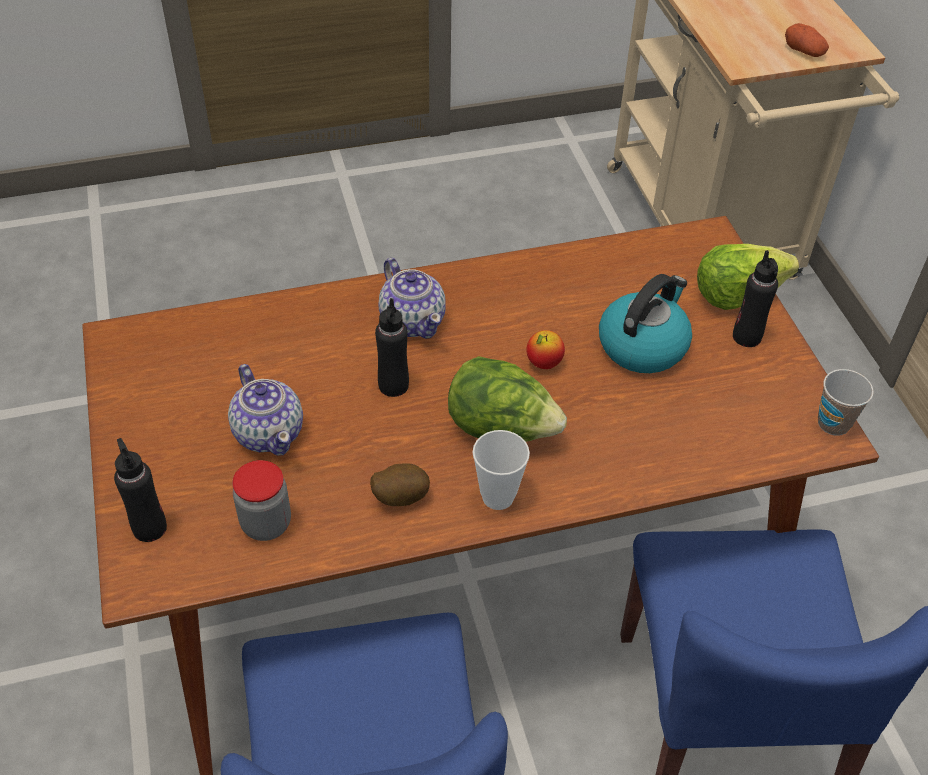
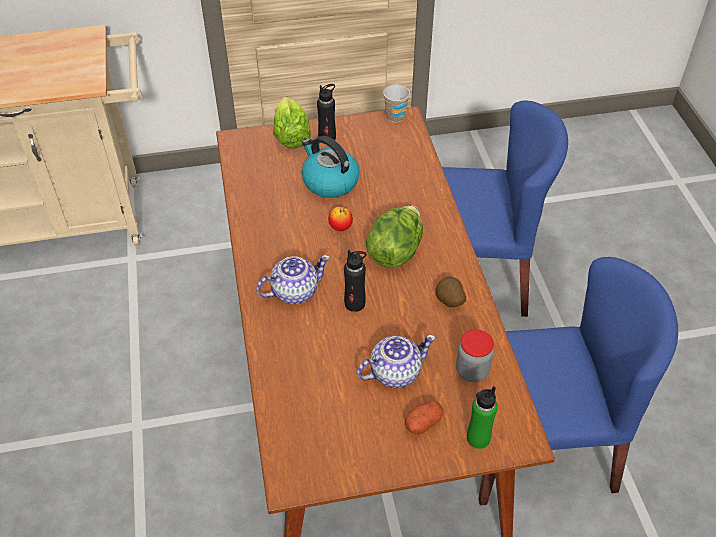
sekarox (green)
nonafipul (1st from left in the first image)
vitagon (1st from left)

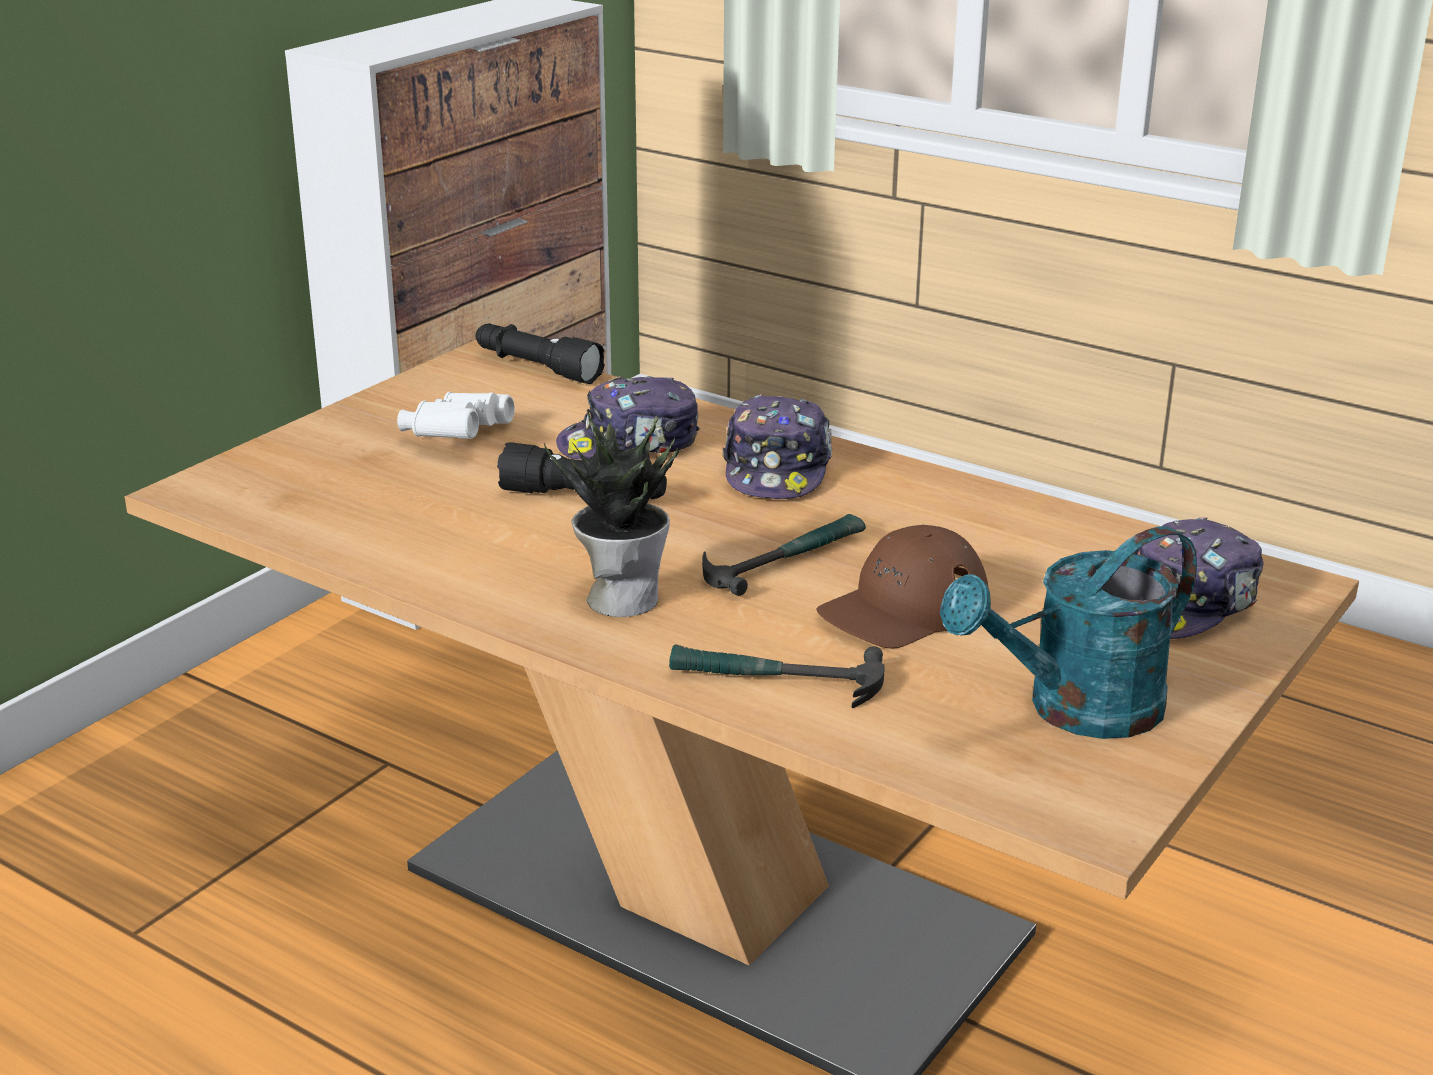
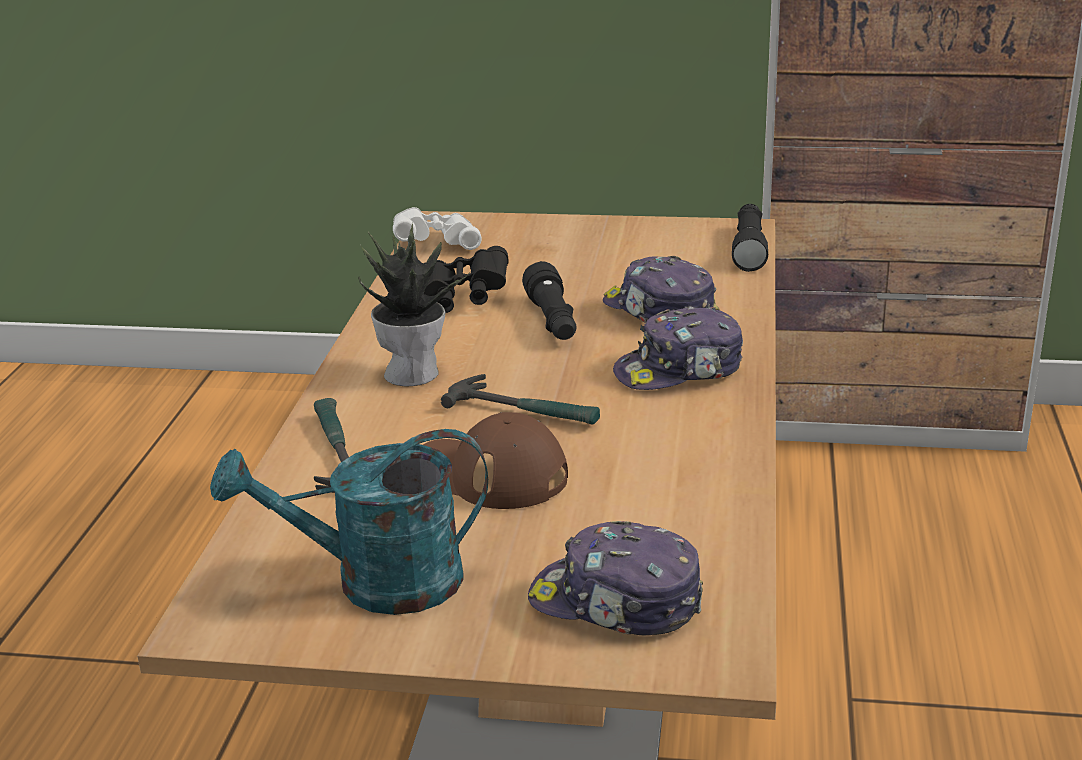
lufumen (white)
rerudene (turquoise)
lufumen (black)

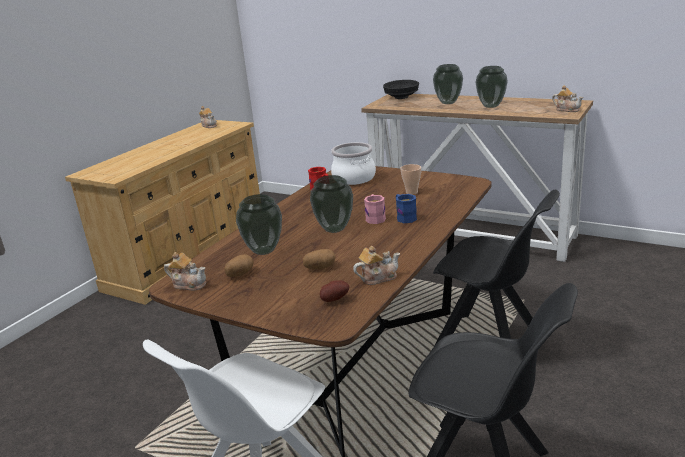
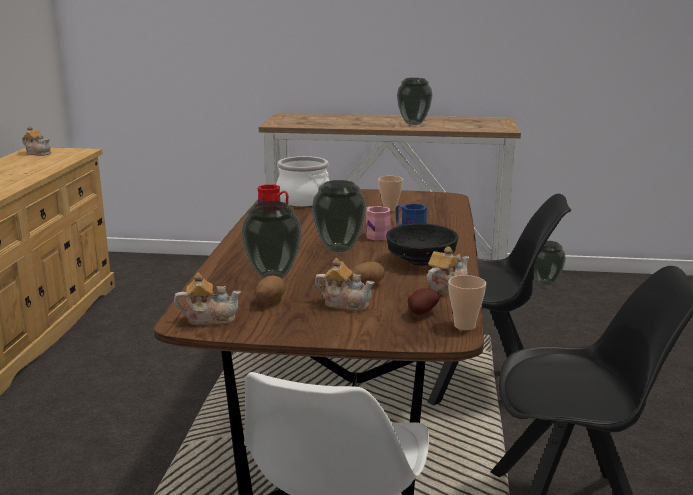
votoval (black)
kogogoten (4th from left)
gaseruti (3rd from left)
nonafipul (2nd from left)

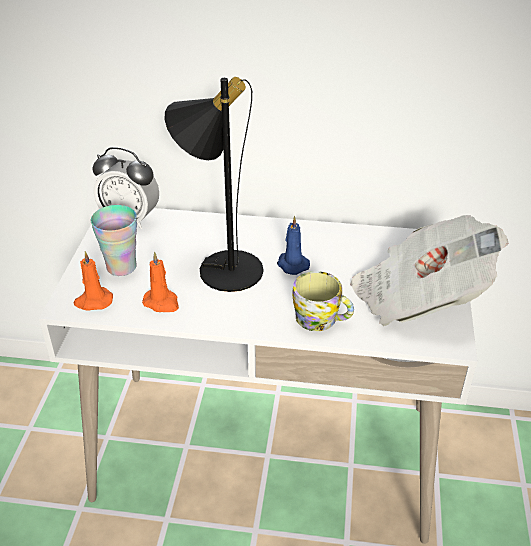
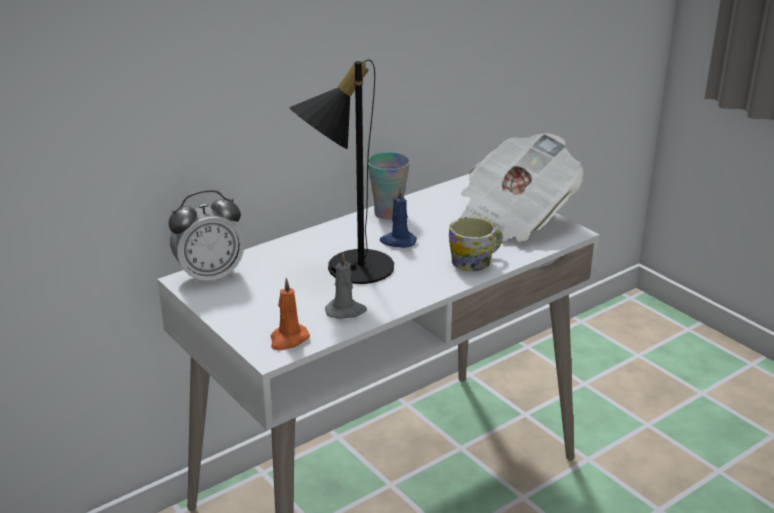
nonafipul
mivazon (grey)

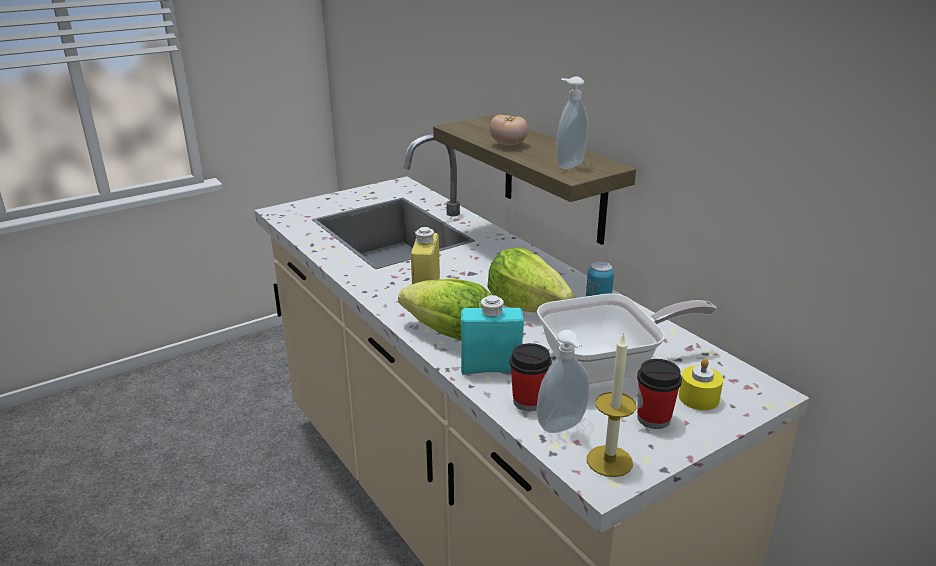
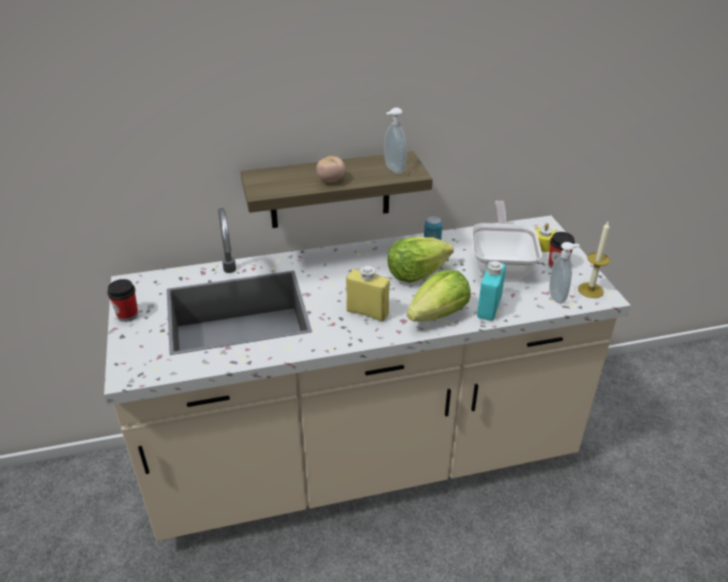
nonafipul (1st from left)

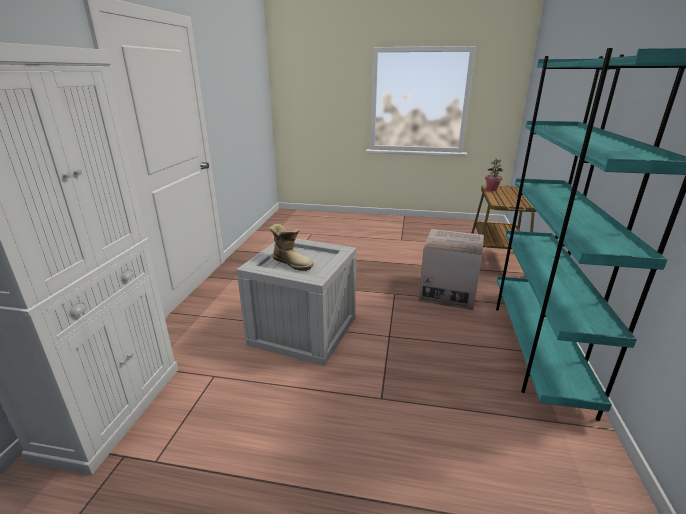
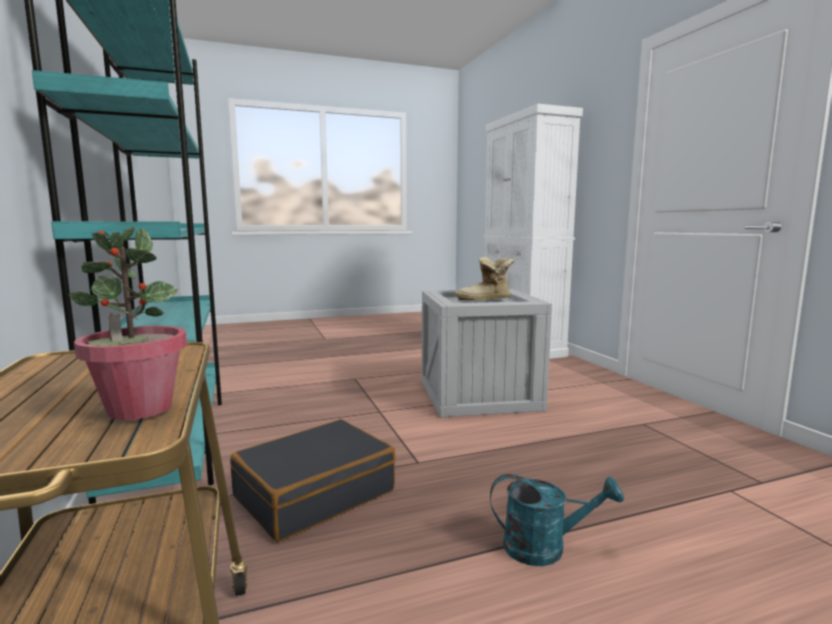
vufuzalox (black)
rerudene (turquoise)

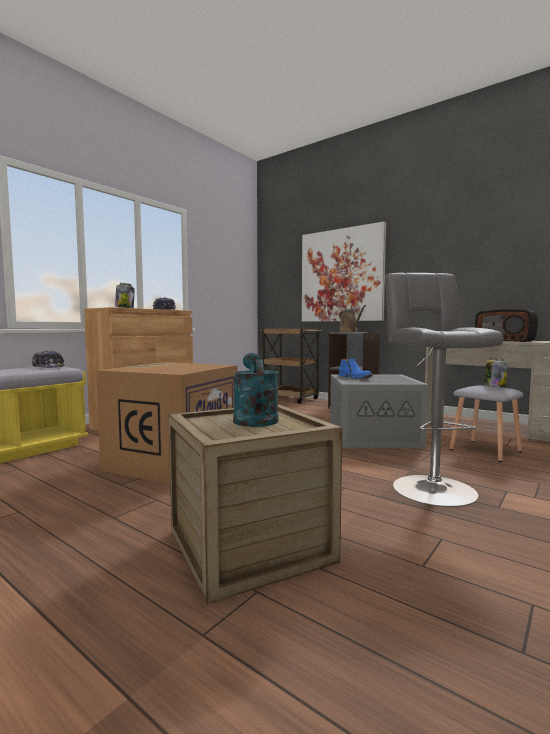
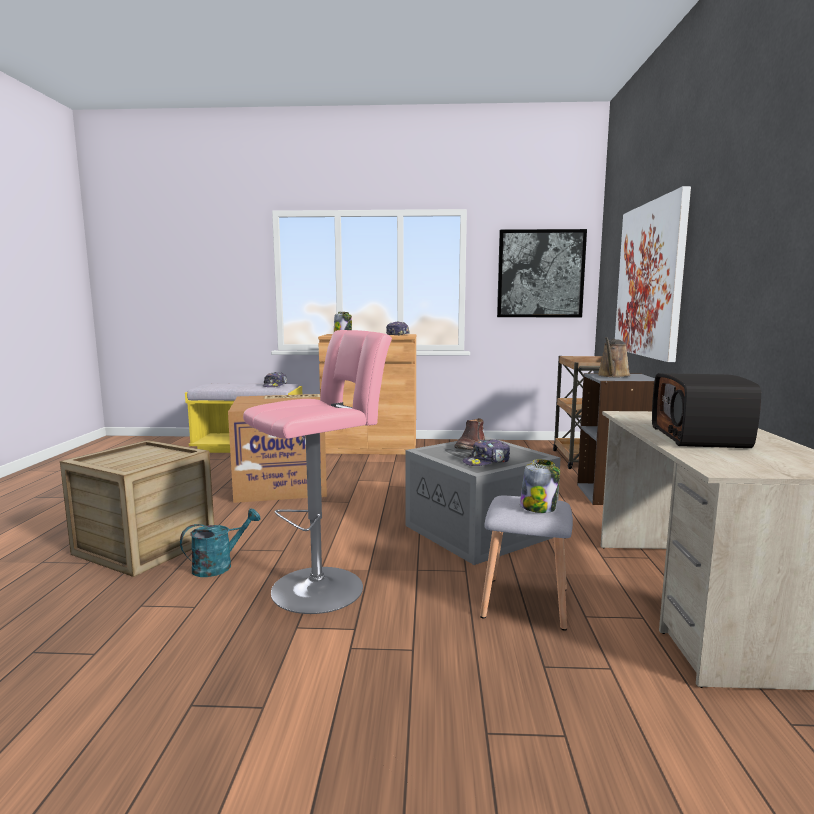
rerudene (turquoise)
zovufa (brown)
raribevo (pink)
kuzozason (3rd from left)
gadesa (1st from left)

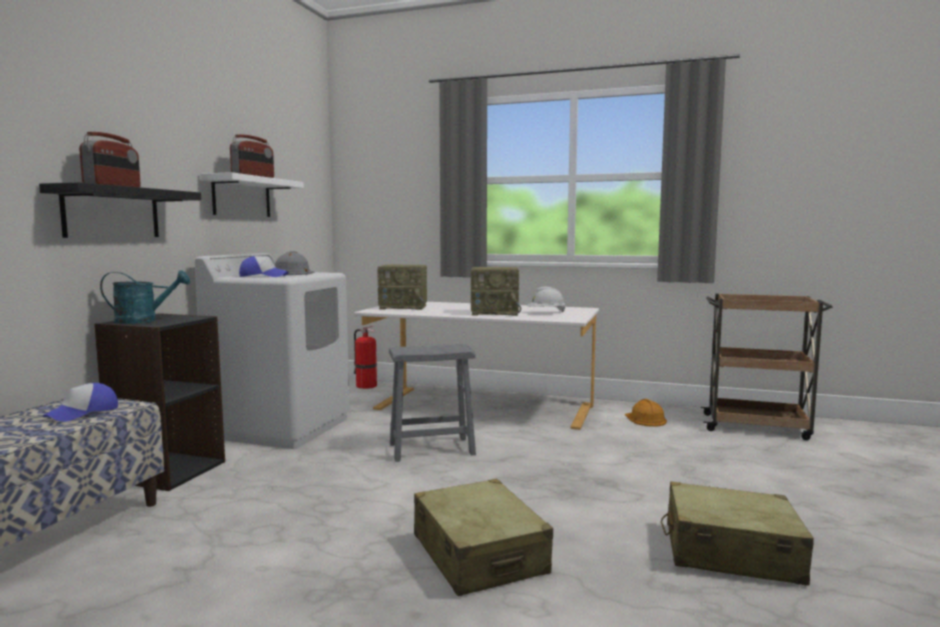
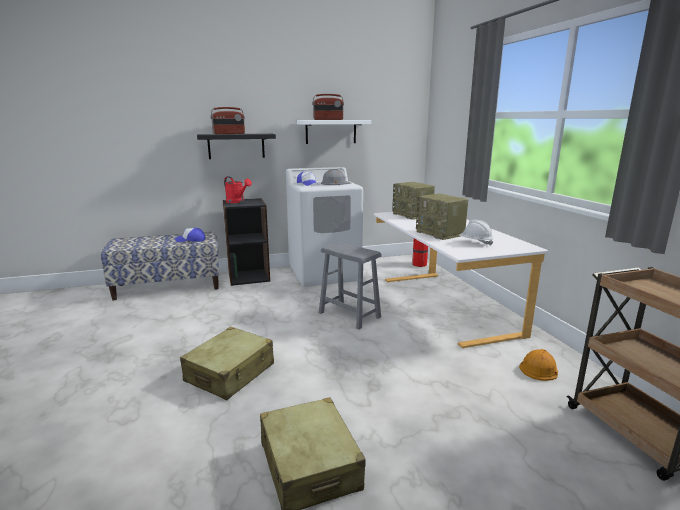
rerudene (red)

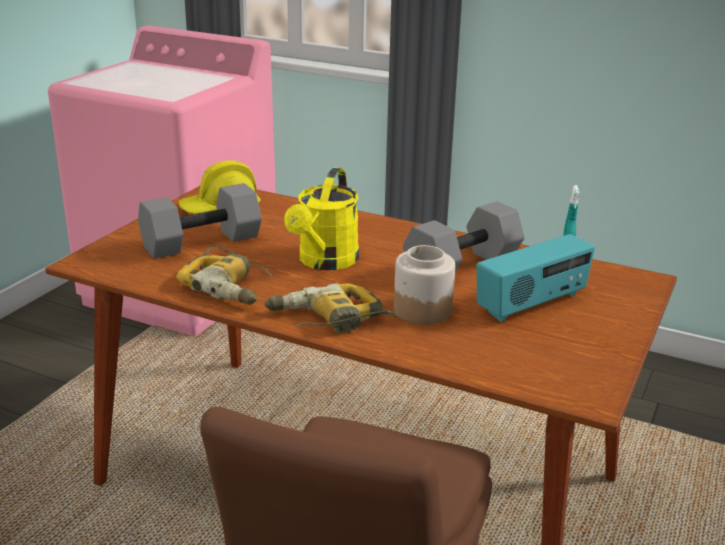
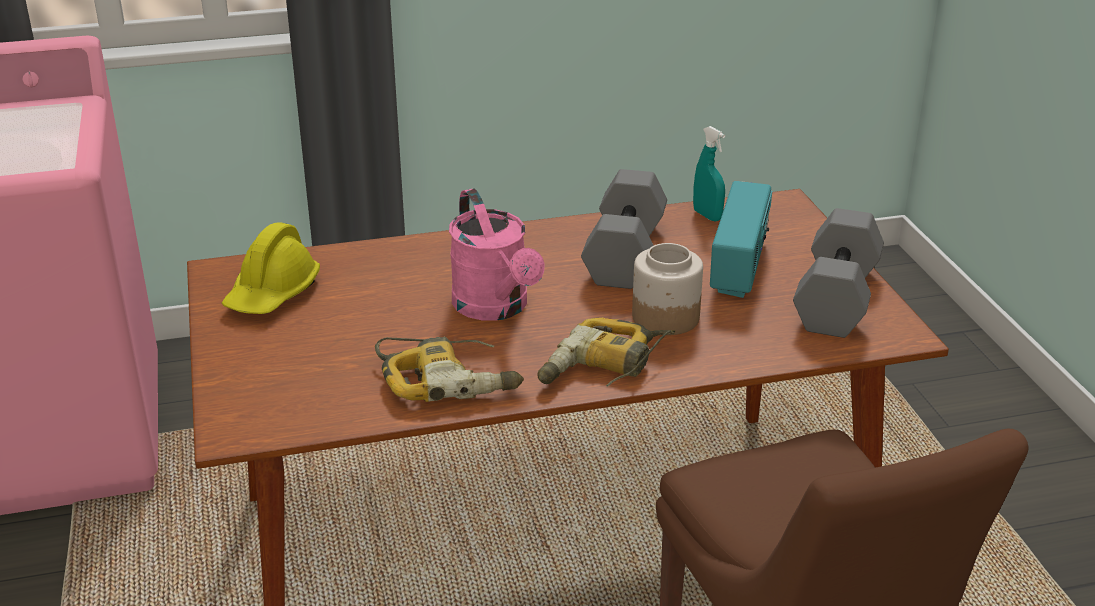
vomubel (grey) (2nd from left)
rerudene (pink)

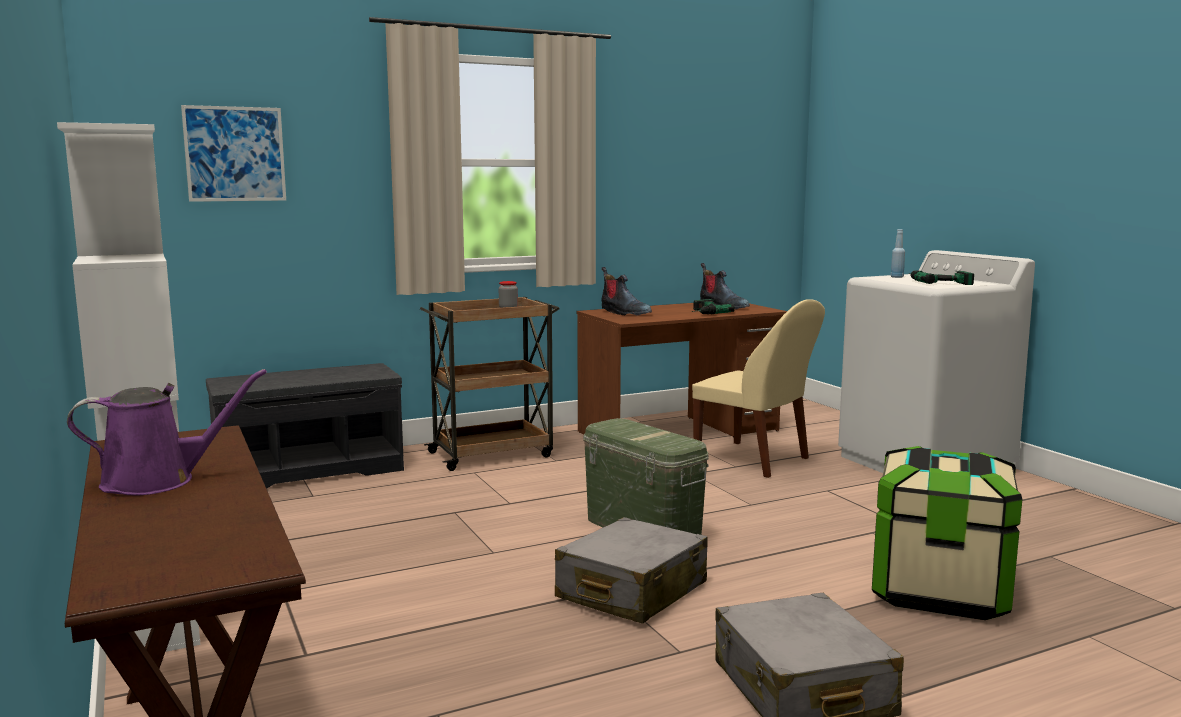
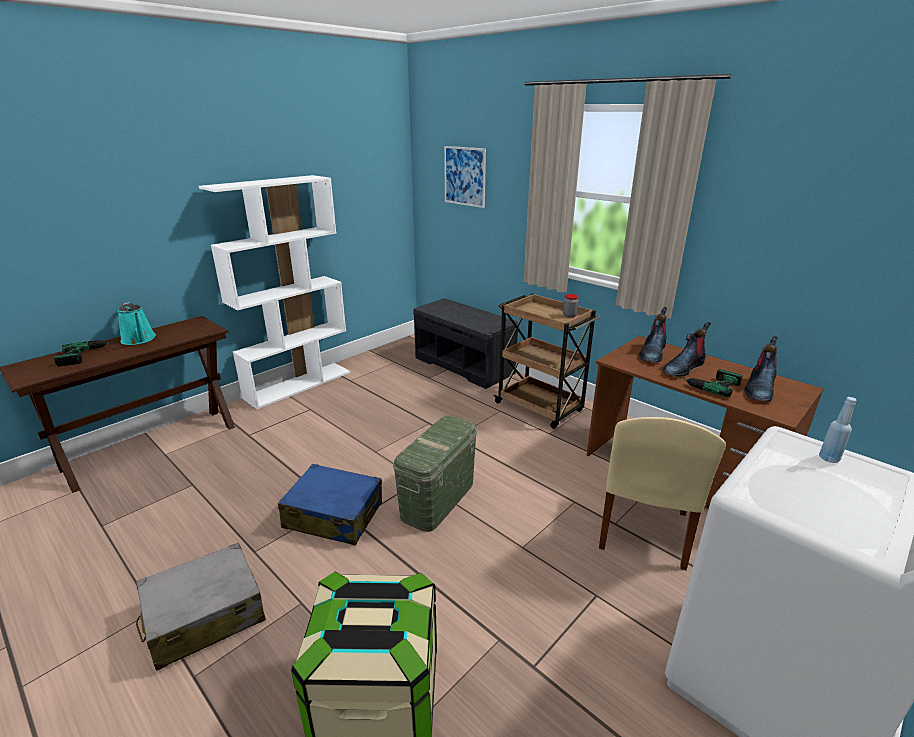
rerudene (turquoise)
vufuzalox (blue)
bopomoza (1st from left)
zovufa (2nd from left)

